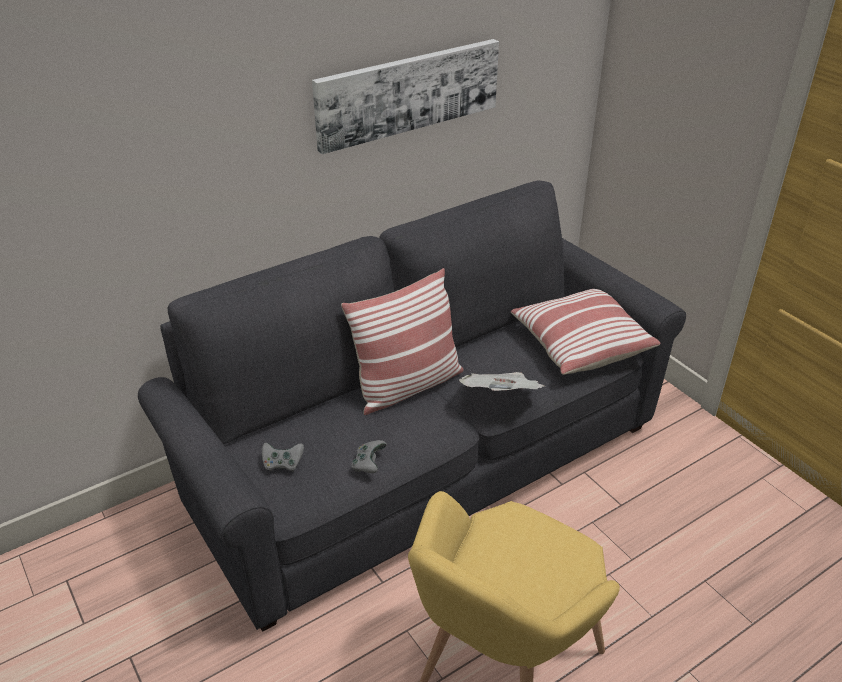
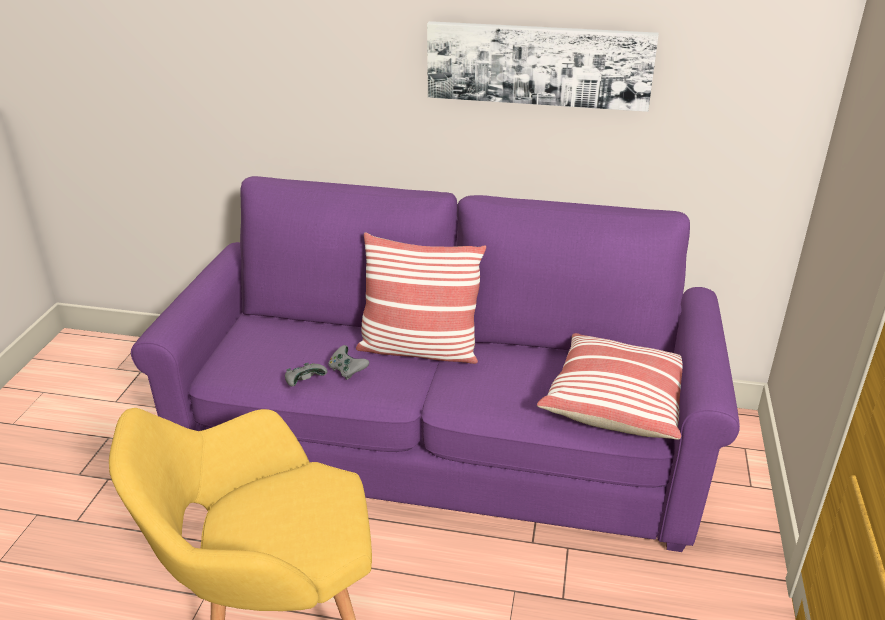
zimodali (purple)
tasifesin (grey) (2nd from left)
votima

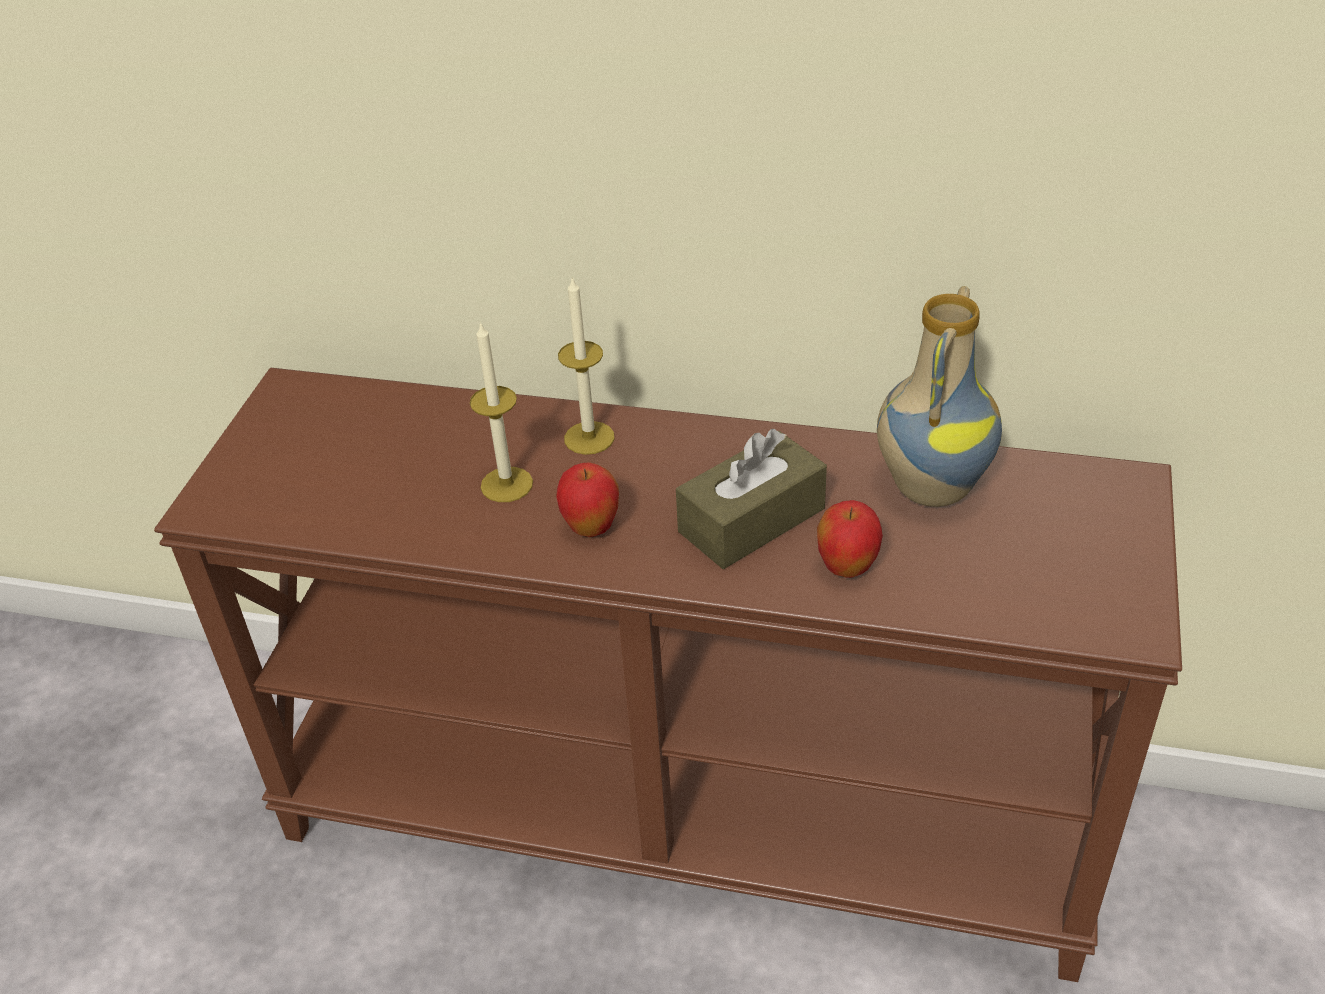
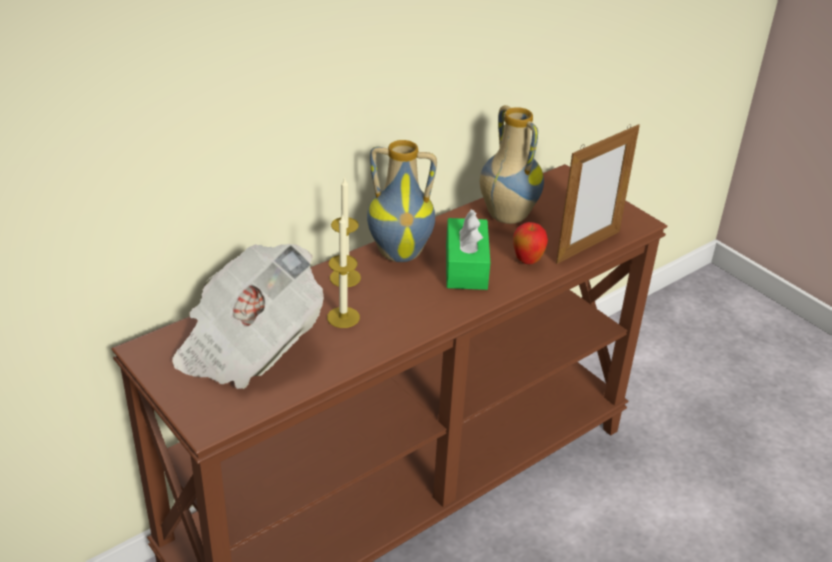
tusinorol (1st from left in the first image)
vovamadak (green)
votima
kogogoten (1st from left)
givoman

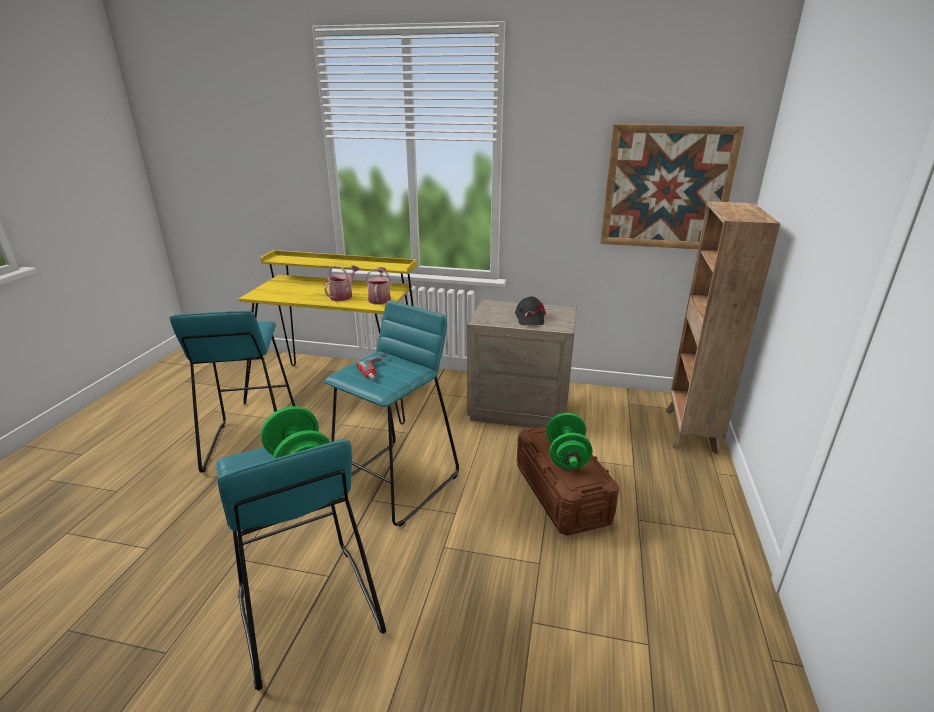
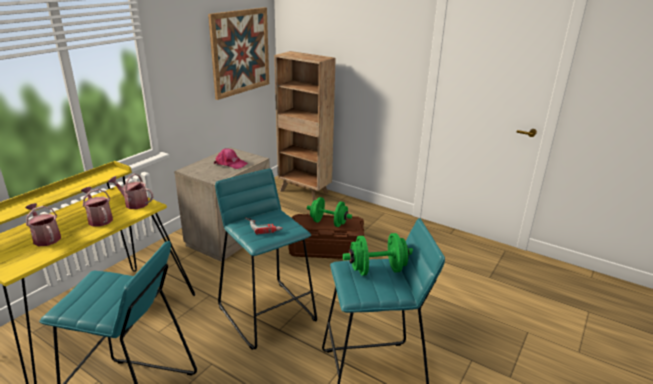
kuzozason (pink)
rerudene (1st from left)

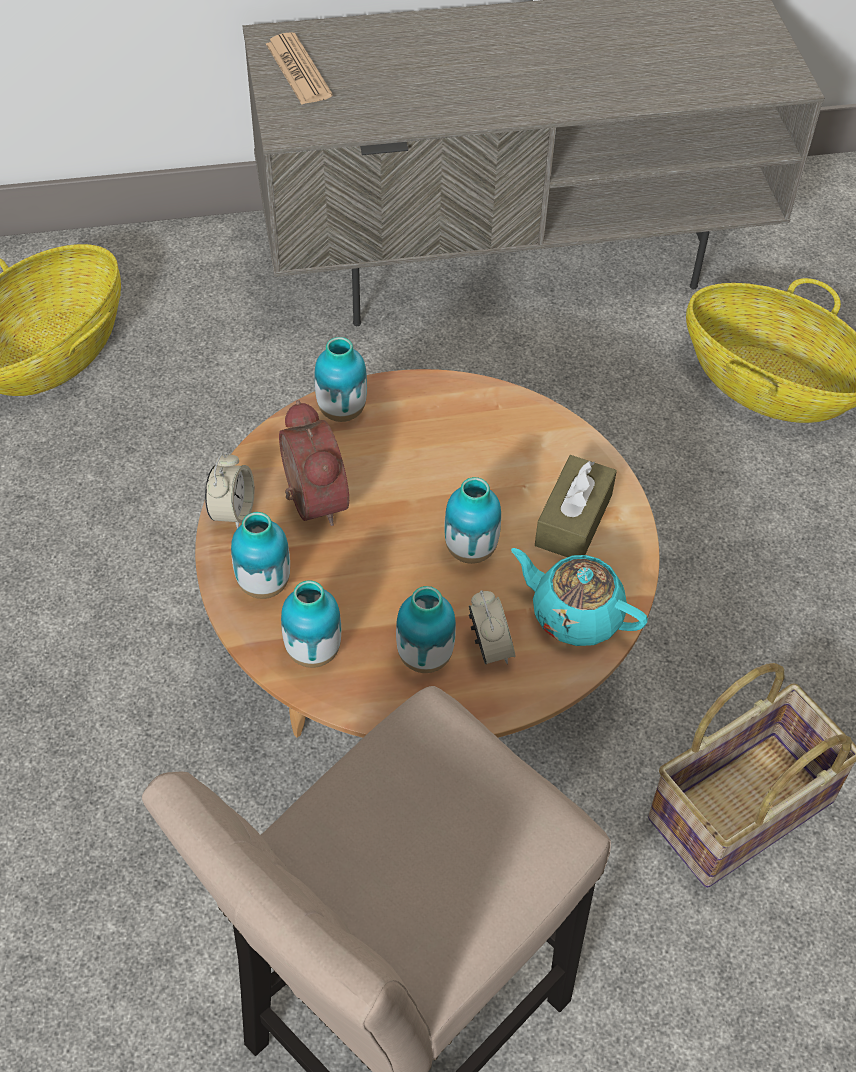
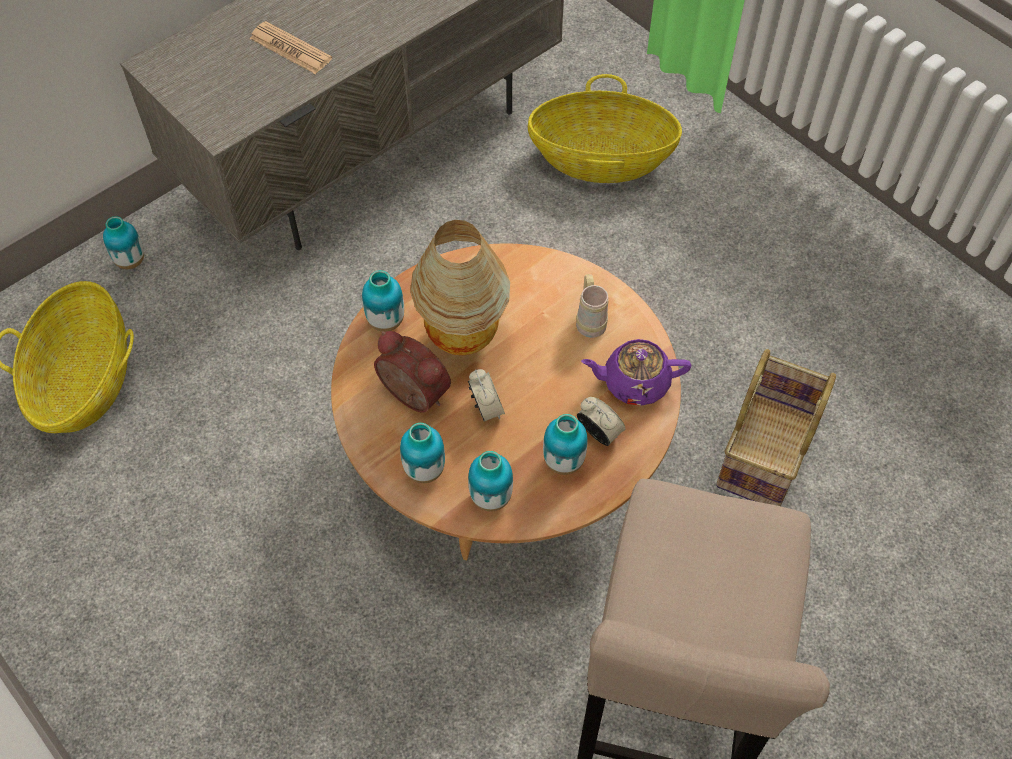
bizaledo (2nd from left)
votima
kogogoten (1st from left)
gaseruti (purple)
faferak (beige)
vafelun

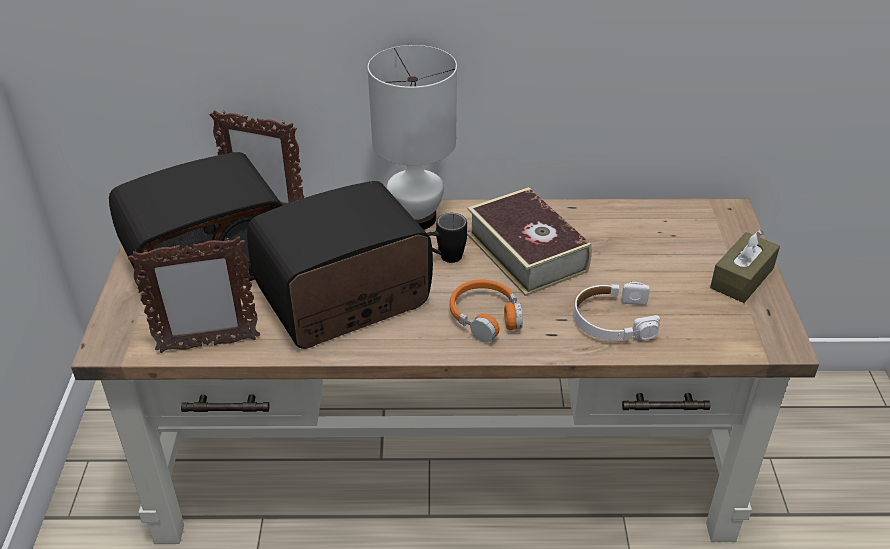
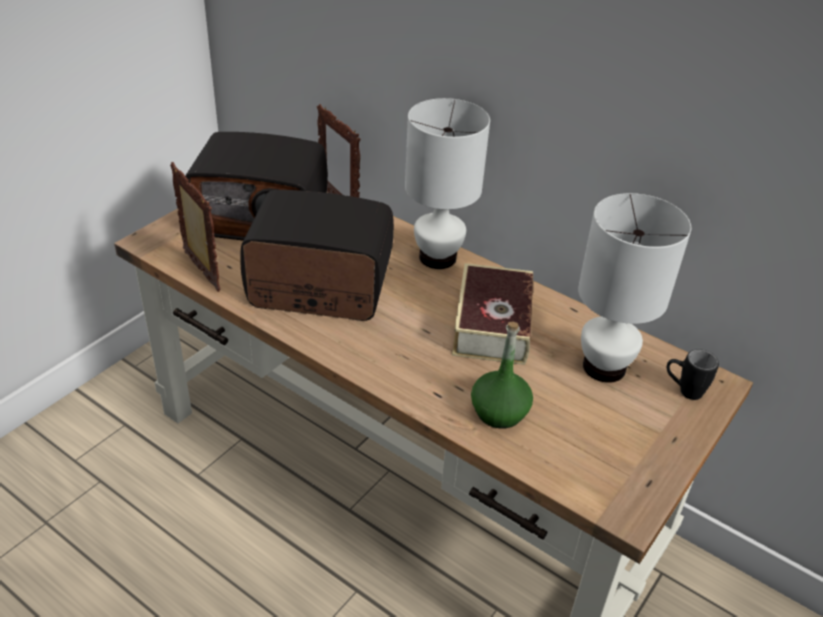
givoman (1st from left)
faferak (black)
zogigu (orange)
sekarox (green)
vovamadak (brown)
vafelun (white) (2nd from left)

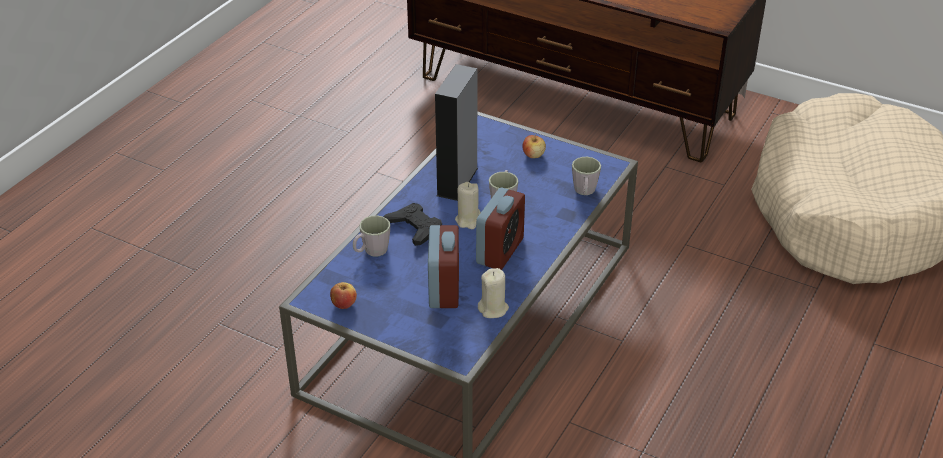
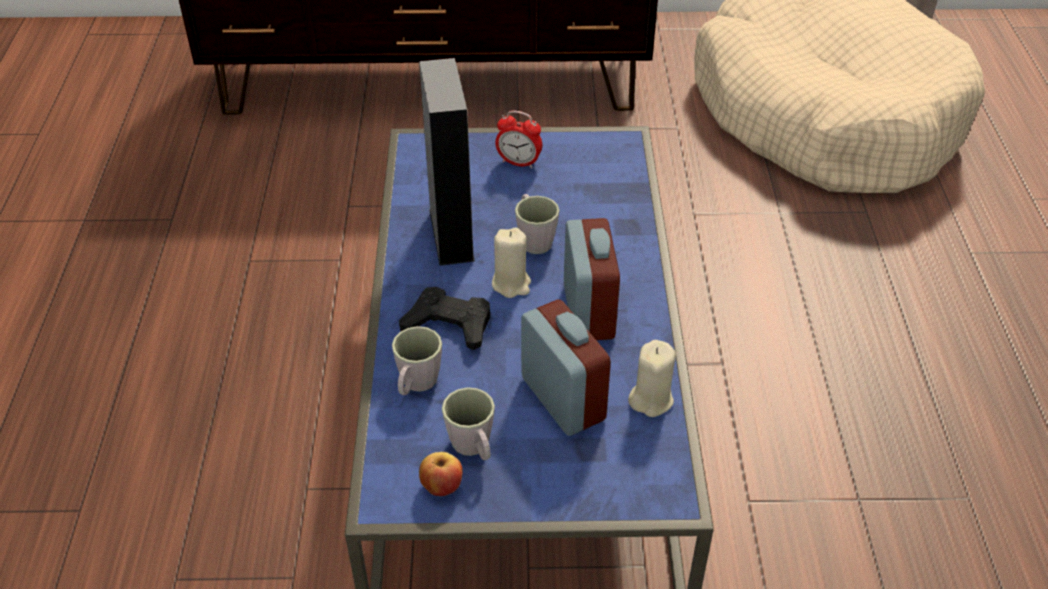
bizaledo (1st from left)
faferak (grey) (2nd from left)

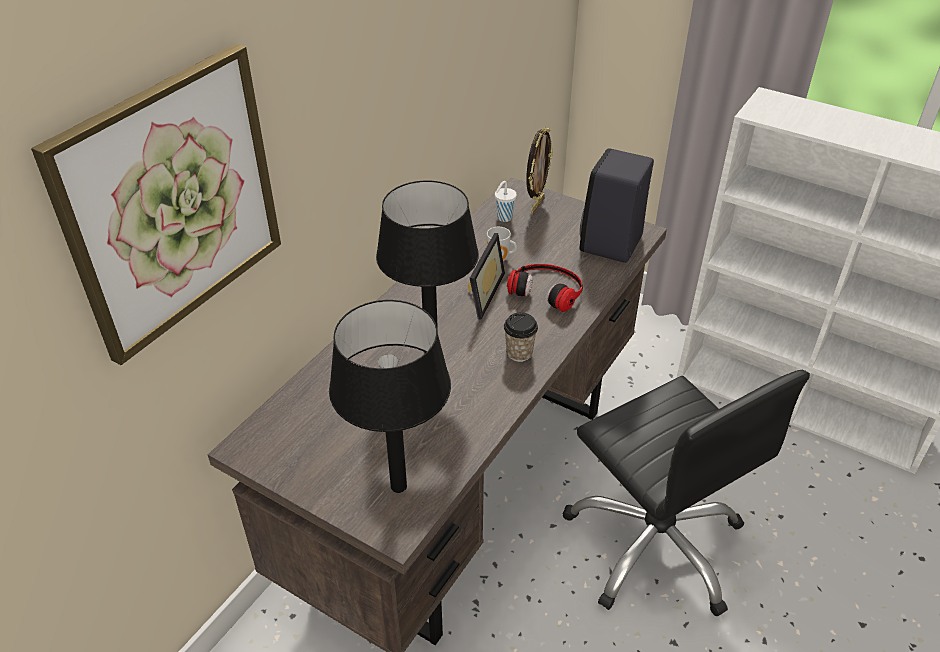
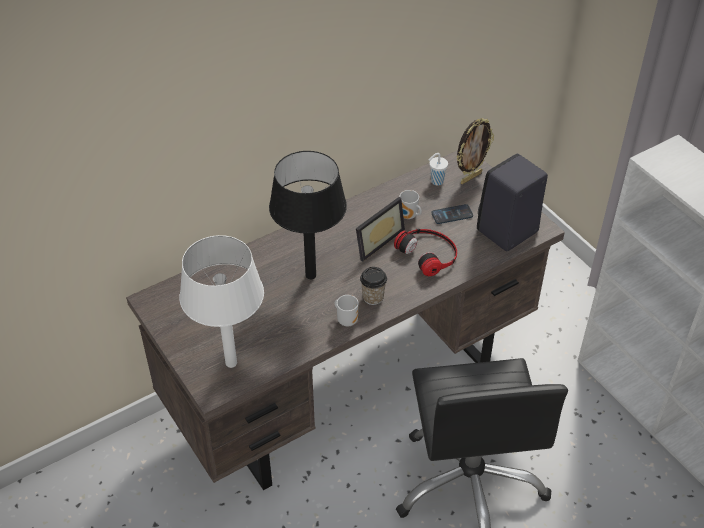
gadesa
vafelun (white)
faferak (1st from left)
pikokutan

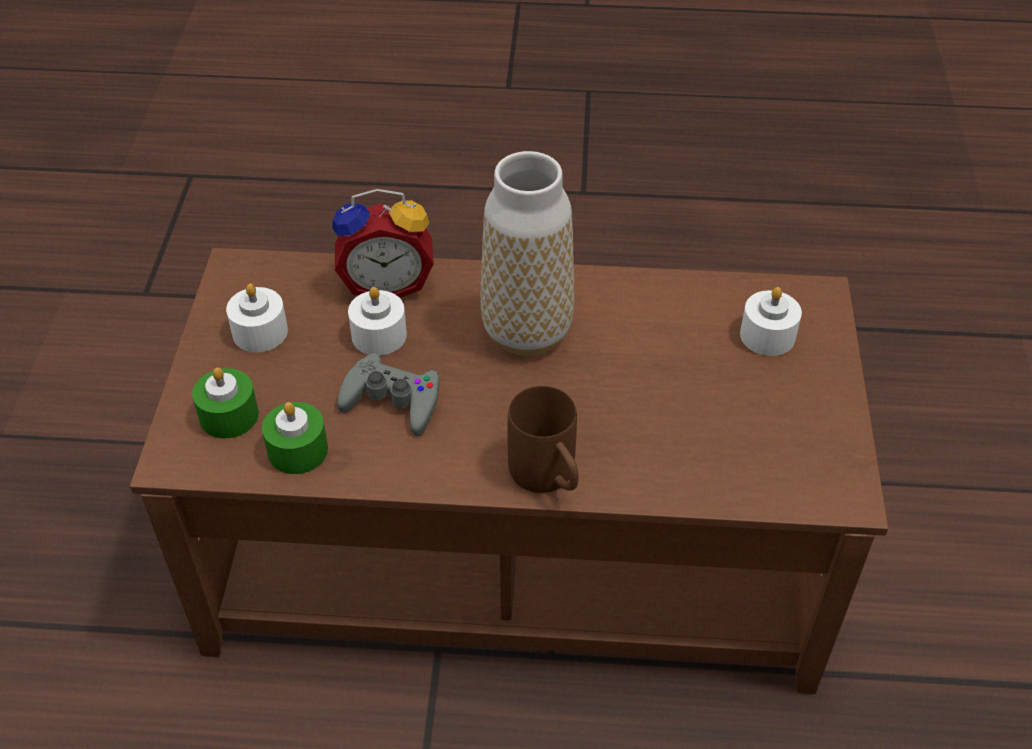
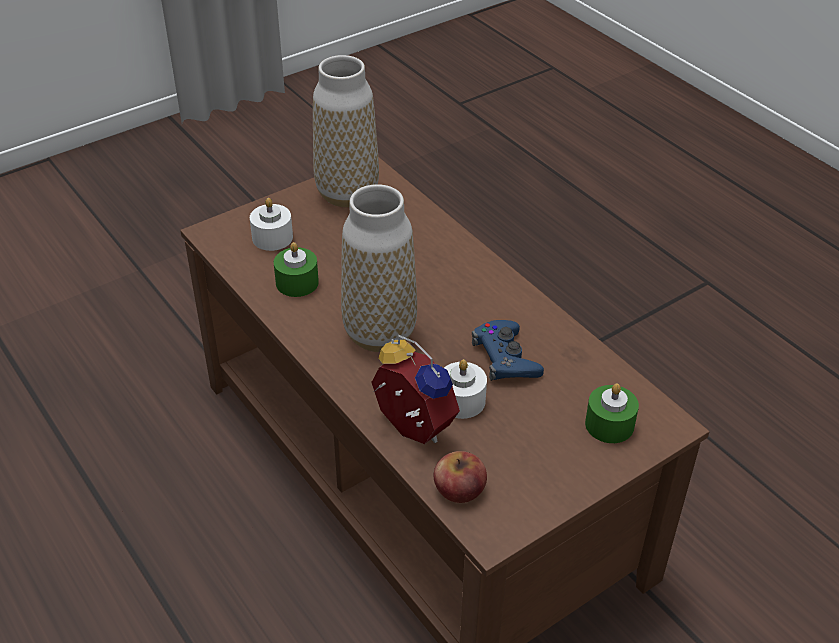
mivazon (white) (1st from left in the first image)
mivazon (green) (1st from left)
tasifesin (blue)
faferak (brown)
kogogoten (1st from left)
tusinorol

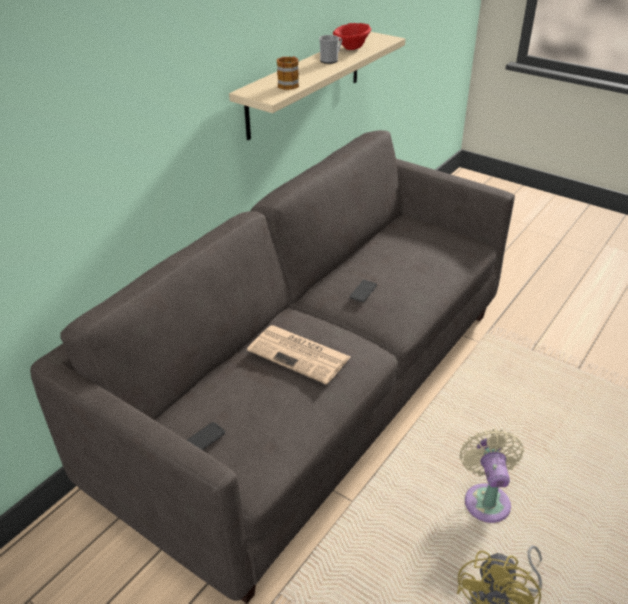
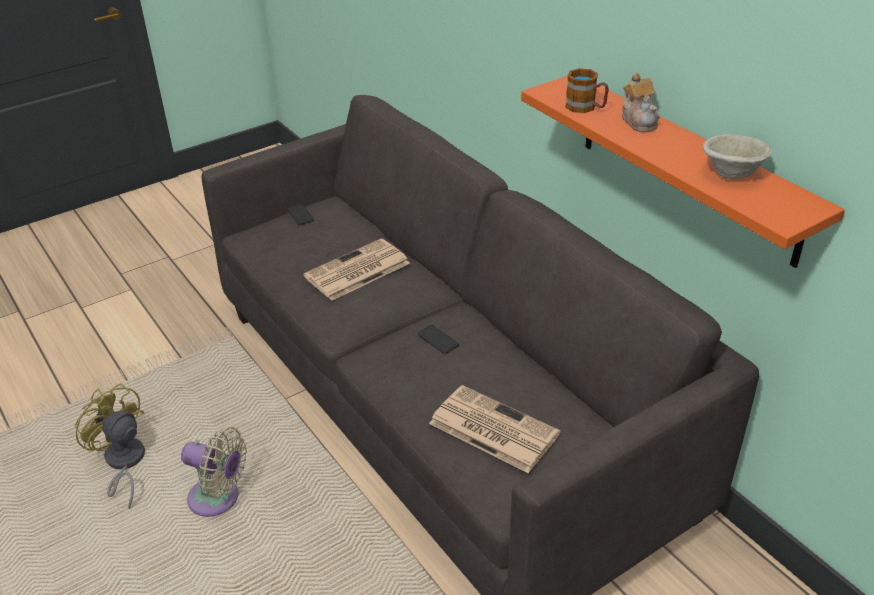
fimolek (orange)
faferak (2nd from left in the first image)
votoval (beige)
votima (2nd from left)
gaseruti

